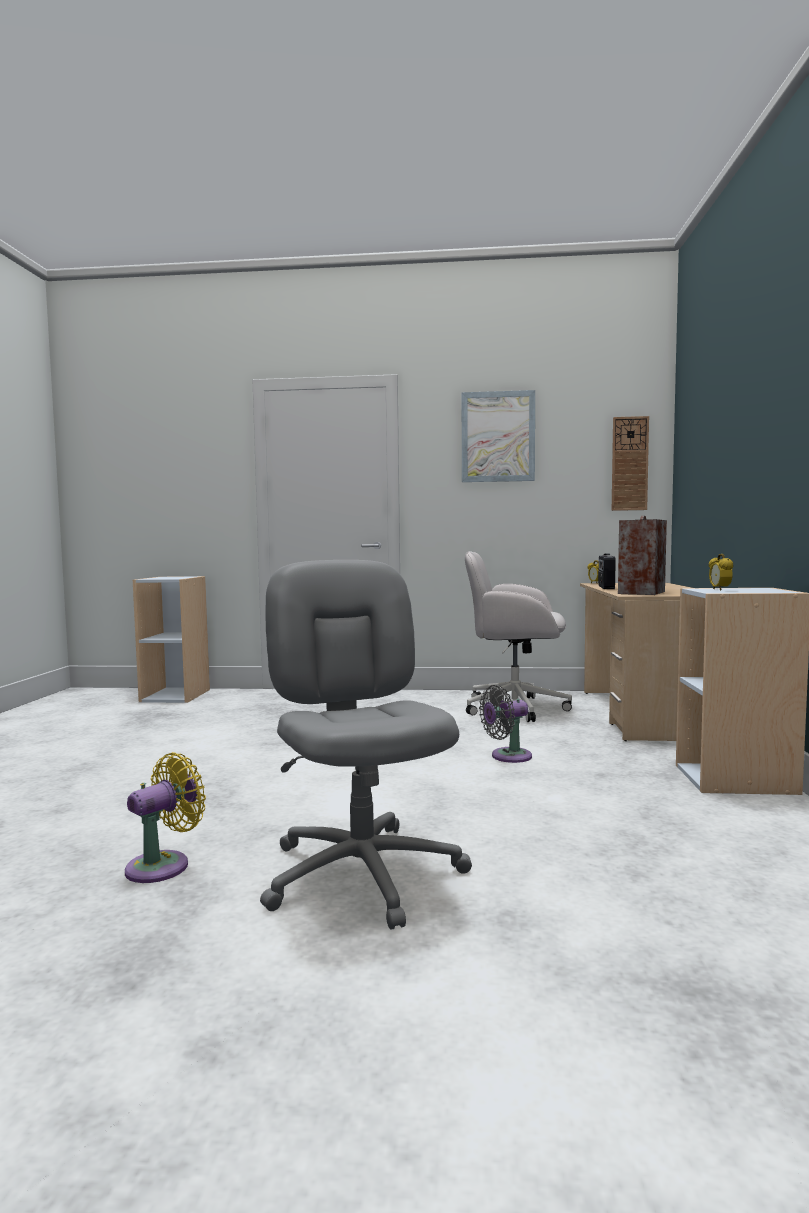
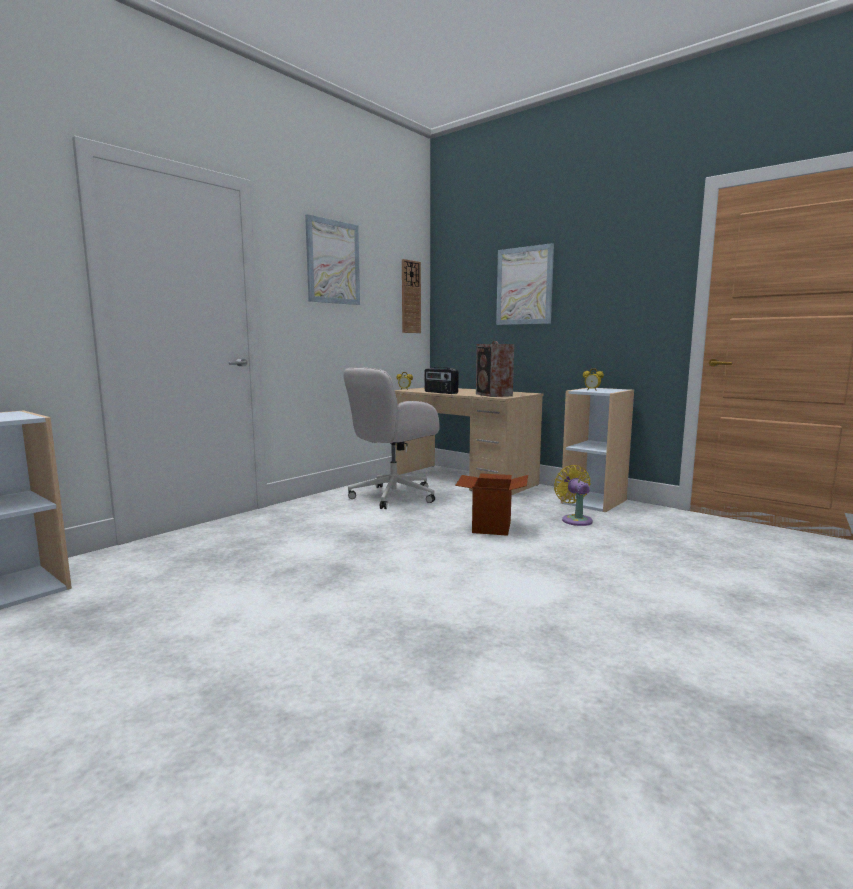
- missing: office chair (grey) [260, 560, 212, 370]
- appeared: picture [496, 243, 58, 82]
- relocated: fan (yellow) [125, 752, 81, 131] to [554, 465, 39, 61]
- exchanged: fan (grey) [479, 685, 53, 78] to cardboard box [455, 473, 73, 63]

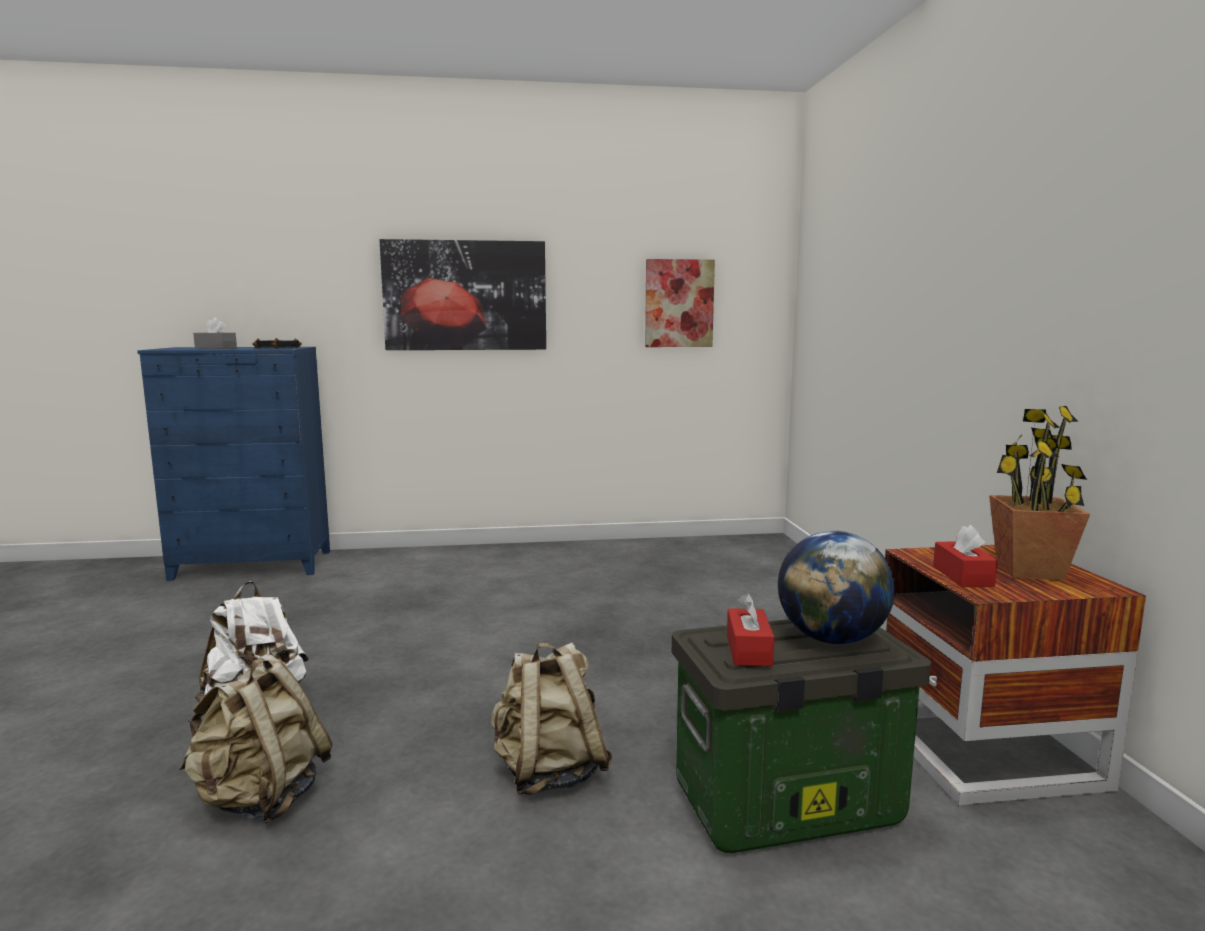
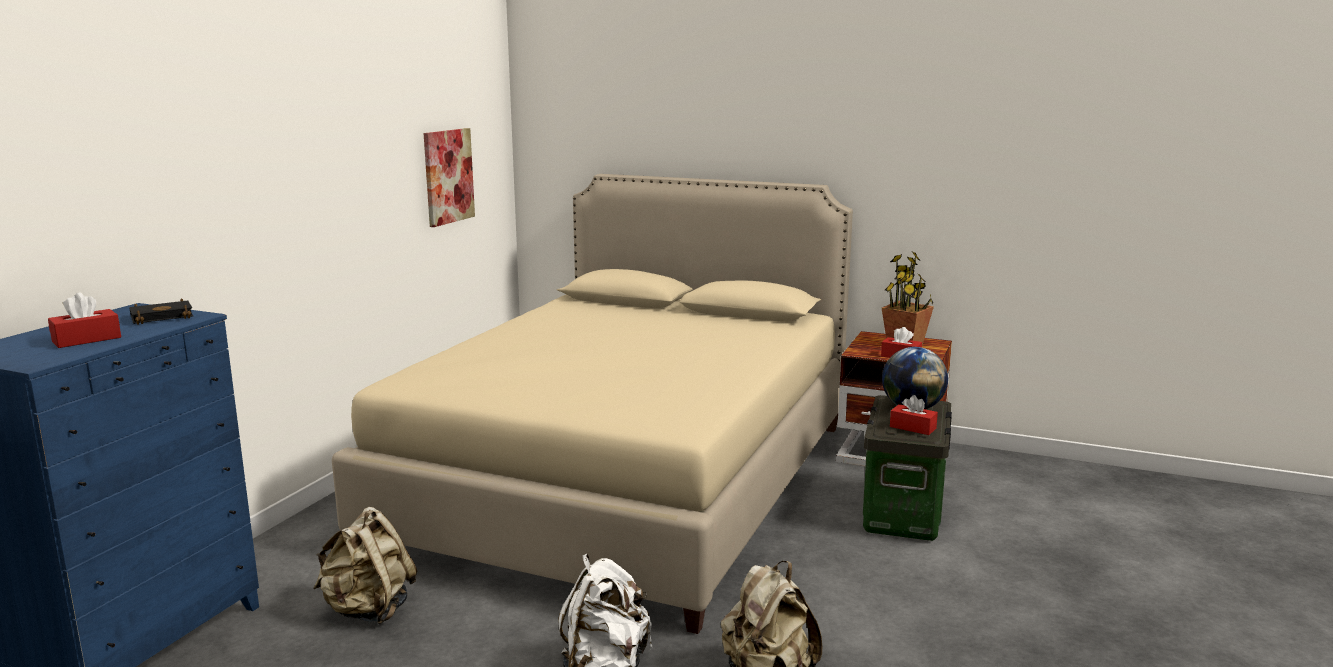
- missing: picture [380, 239, 166, 111]
- appeared: bed (beige) [332, 174, 521, 460]
- relocated: backpack (beige) [491, 643, 122, 152] to [313, 507, 104, 118]
- colour: tissue box (grey) [193, 317, 44, 32] to tissue box (red) [48, 293, 73, 55]

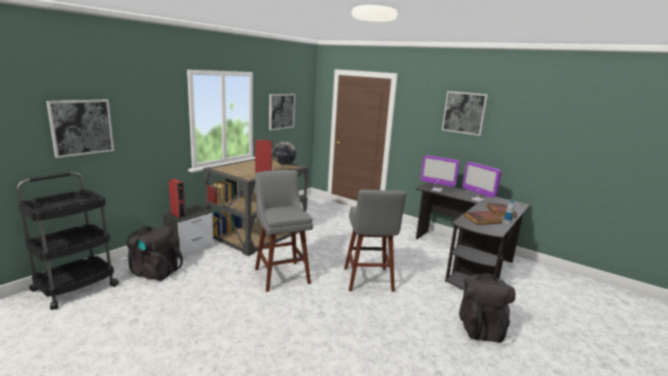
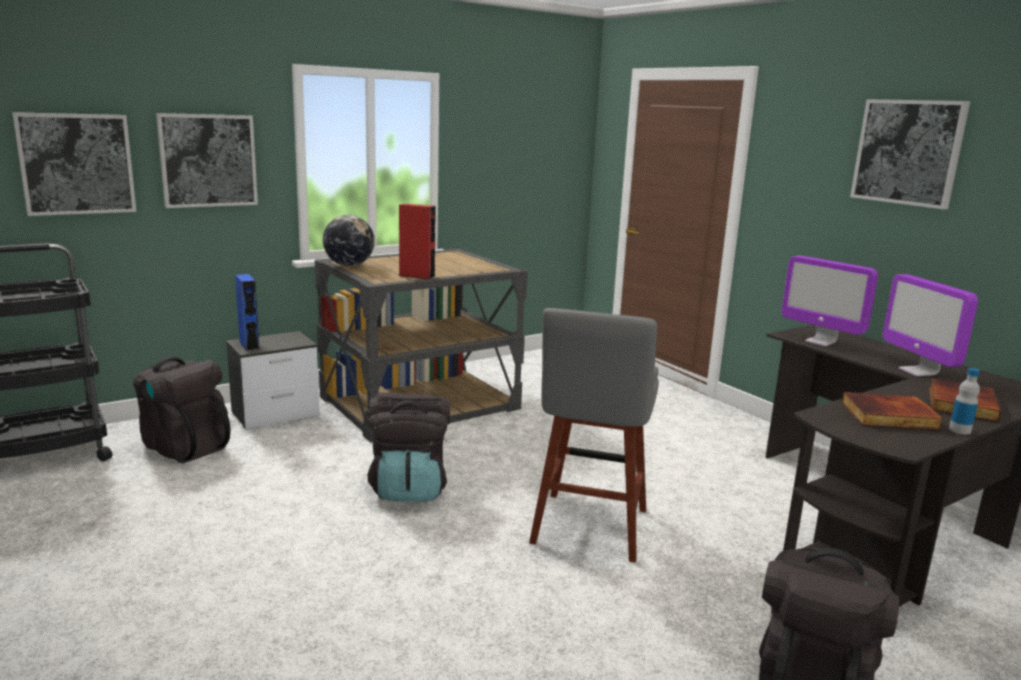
- relocated: picture [269, 94, 26, 36] to [156, 113, 102, 95]
- relocated: globe [273, 142, 23, 23] to [323, 215, 52, 51]
- exchanged: stool (grey) [255, 170, 58, 122] to backpack (black) [367, 393, 83, 109]
- colour: speaker (red) [169, 179, 16, 39] to speaker (blue) [235, 274, 24, 77]

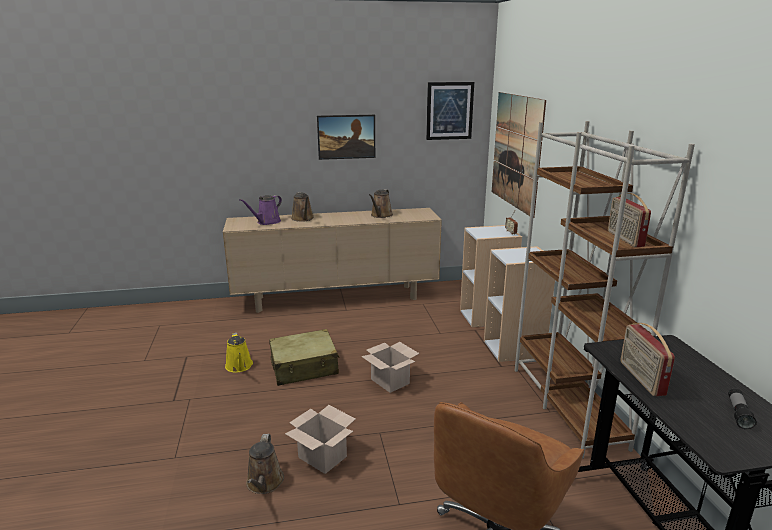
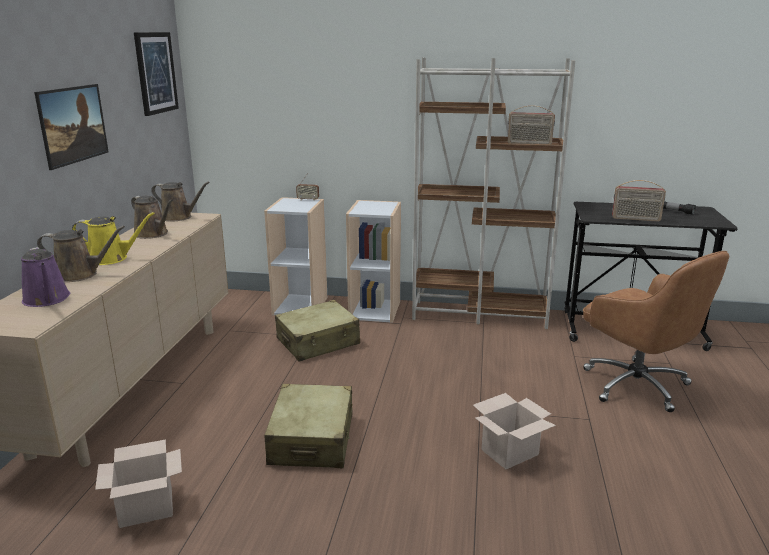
- missing: picture [492, 92, 54, 126]
- appeared: suitcase (beige) [275, 300, 85, 62]
- relocated: watering can (yellow) [225, 333, 28, 40] to [72, 212, 83, 53]
- relocated: watering can (brown) [246, 434, 38, 60] to [151, 182, 59, 39]
- relocated: cardboard box [361, 342, 58, 51] to [95, 439, 87, 89]

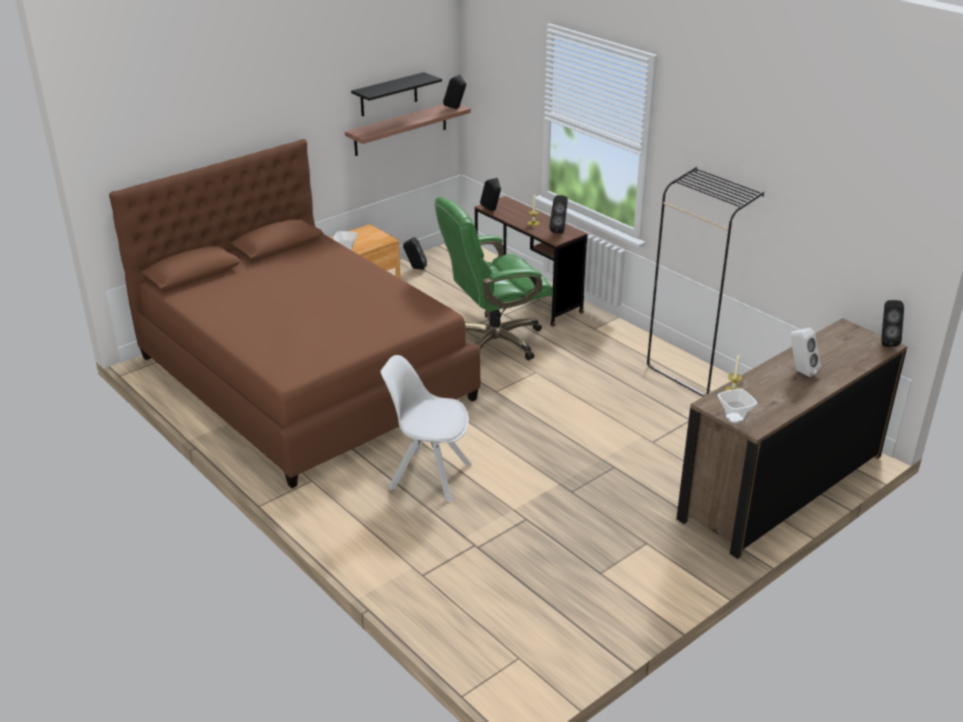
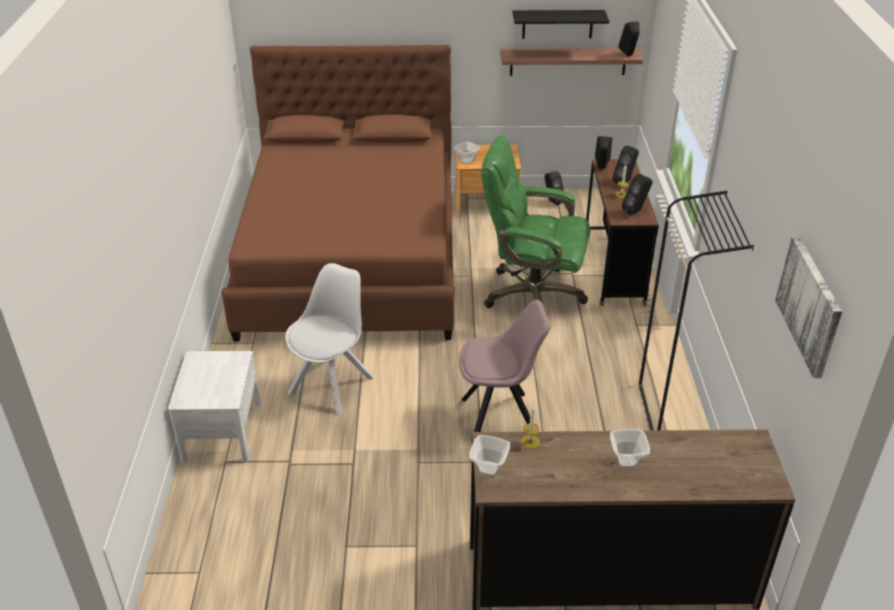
- appeared: nightstand (white) [168, 350, 93, 113]
- appeared: chair (pink) [459, 300, 92, 141]
- appeared: picture [775, 237, 67, 141]
- relocated: speaker (black) [882, 300, 22, 47] to [612, 146, 27, 38]
- exchanged: speaker (white) [790, 328, 31, 49] to bowl [610, 429, 40, 39]
- spun: chair (white) [381, 355, 91, 147] = [285, 263, 88, 152] 60 degrees clockwise

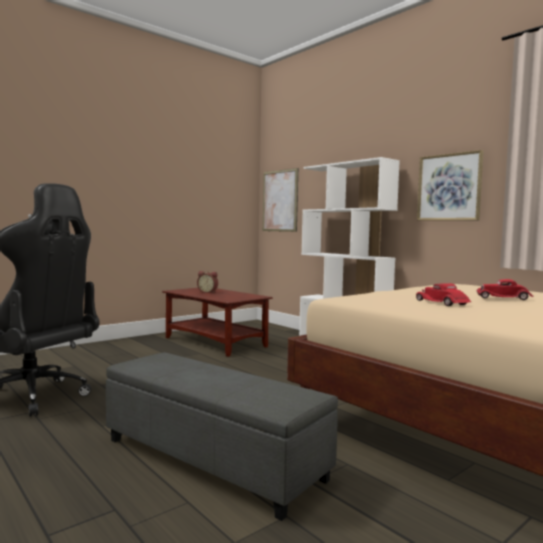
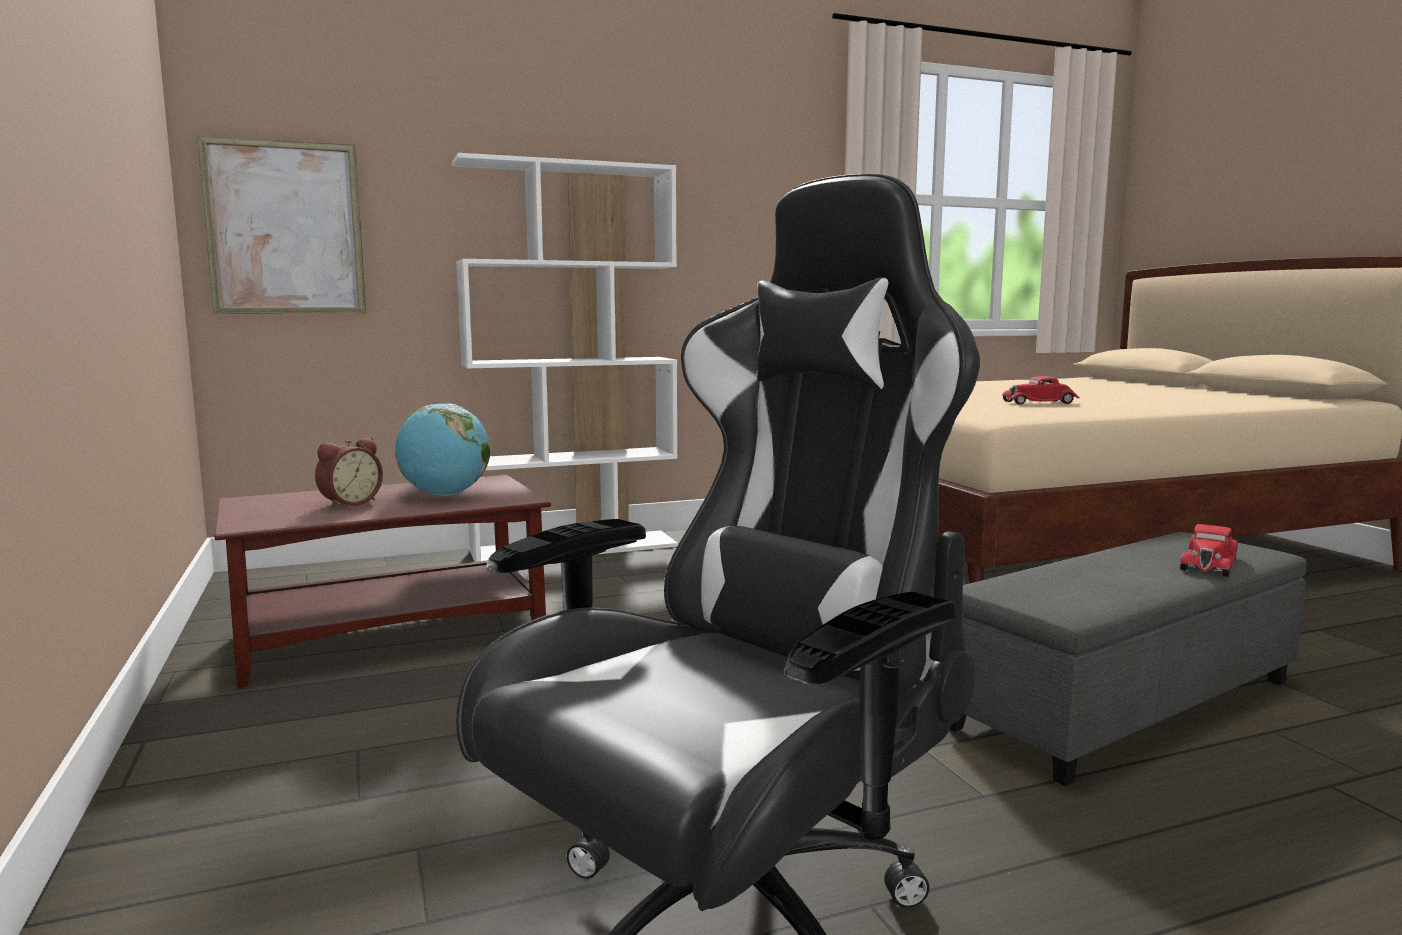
- missing: picture [417, 150, 67, 71]
- appeared: globe [395, 403, 95, 93]
- relocated: toy car (red) [476, 279, 58, 21] to [1180, 524, 58, 53]

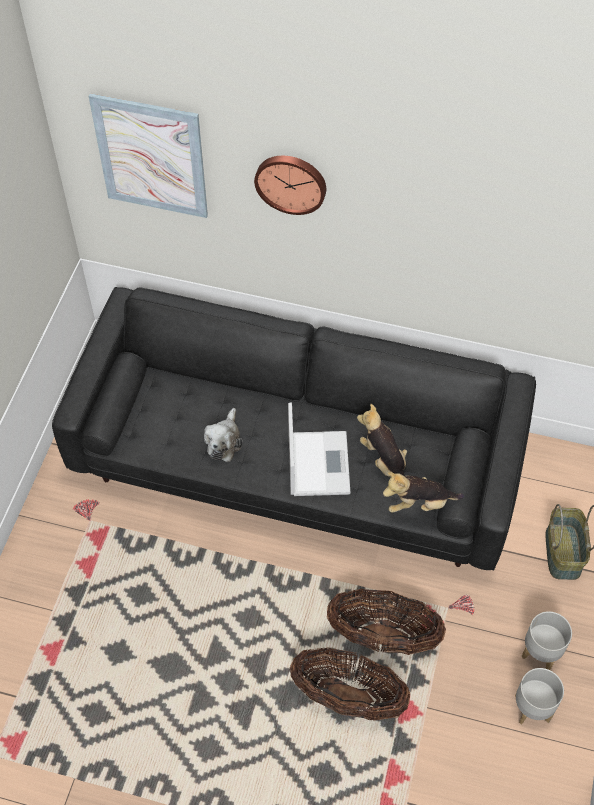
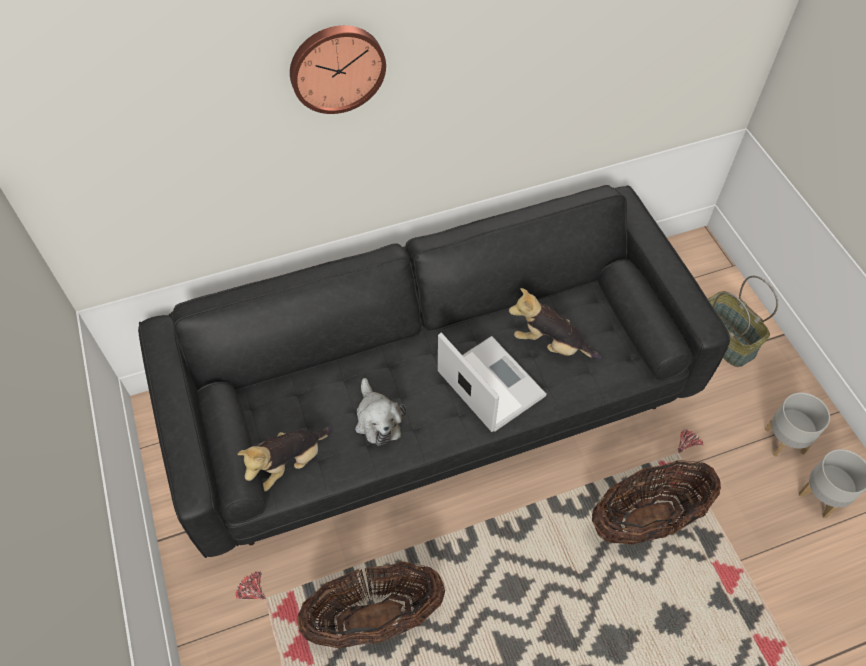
- missing: picture [89, 93, 119, 125]
- relocated: basket [290, 647, 120, 74] to [297, 561, 148, 88]
- relocated: plush toy [383, 472, 81, 41] to [238, 426, 94, 66]

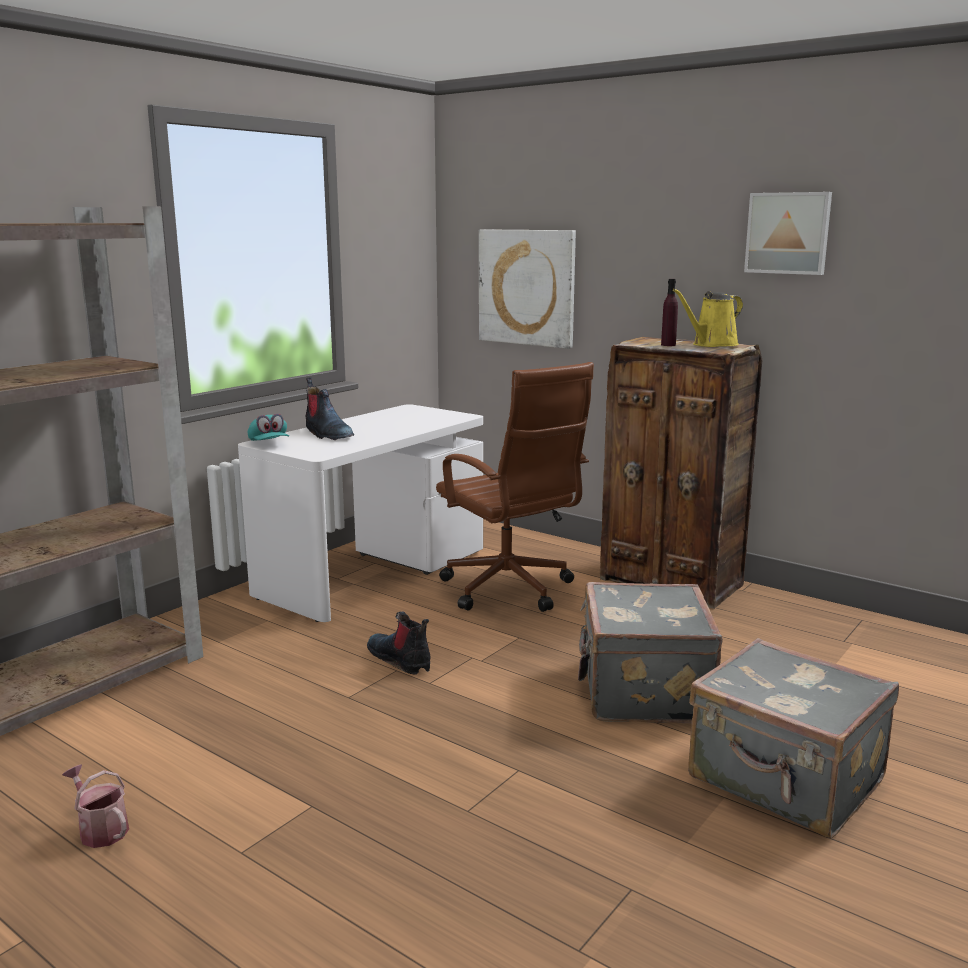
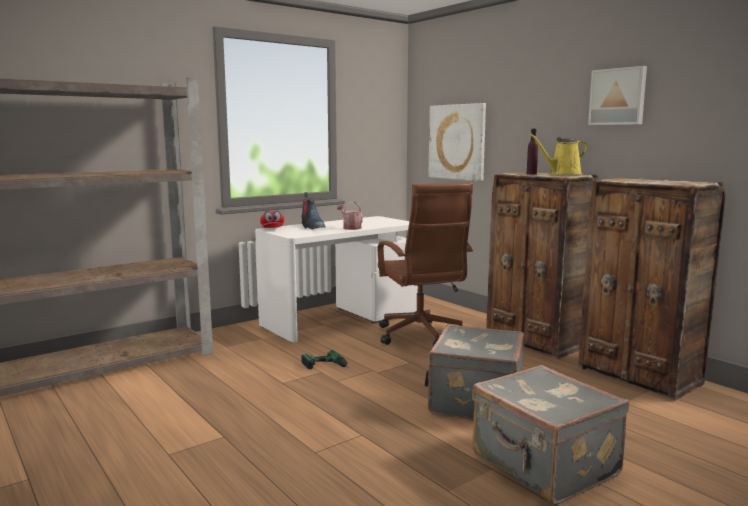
- appeared: cabinet (brown) [578, 178, 148, 223]
- relocated: watering can [62, 764, 67, 84] to [337, 202, 26, 28]
- exchanged: boot [367, 612, 63, 63] to power drill [301, 350, 46, 19]
- colour: cap (turquoise) [248, 414, 41, 27] to cap (red) [260, 211, 24, 17]

